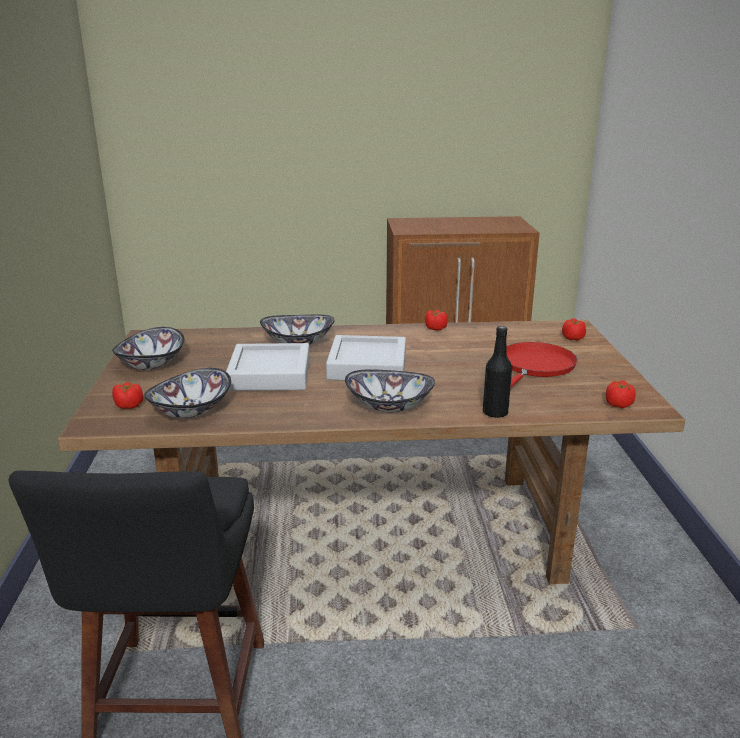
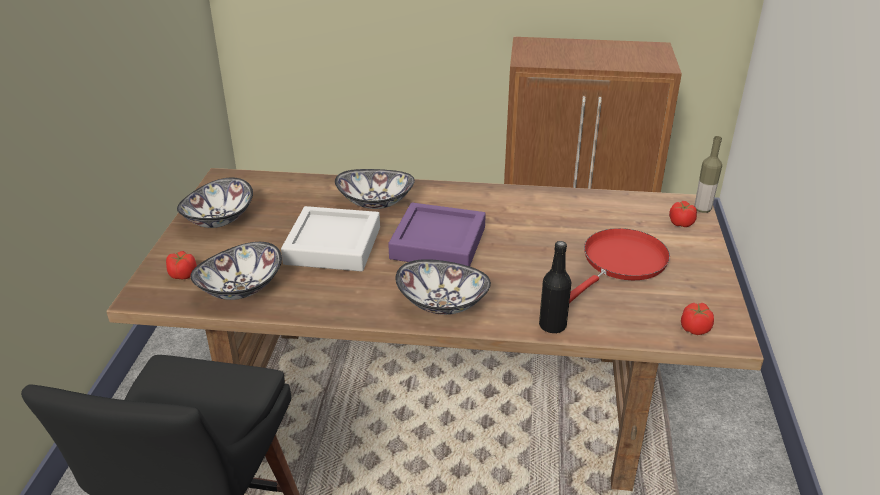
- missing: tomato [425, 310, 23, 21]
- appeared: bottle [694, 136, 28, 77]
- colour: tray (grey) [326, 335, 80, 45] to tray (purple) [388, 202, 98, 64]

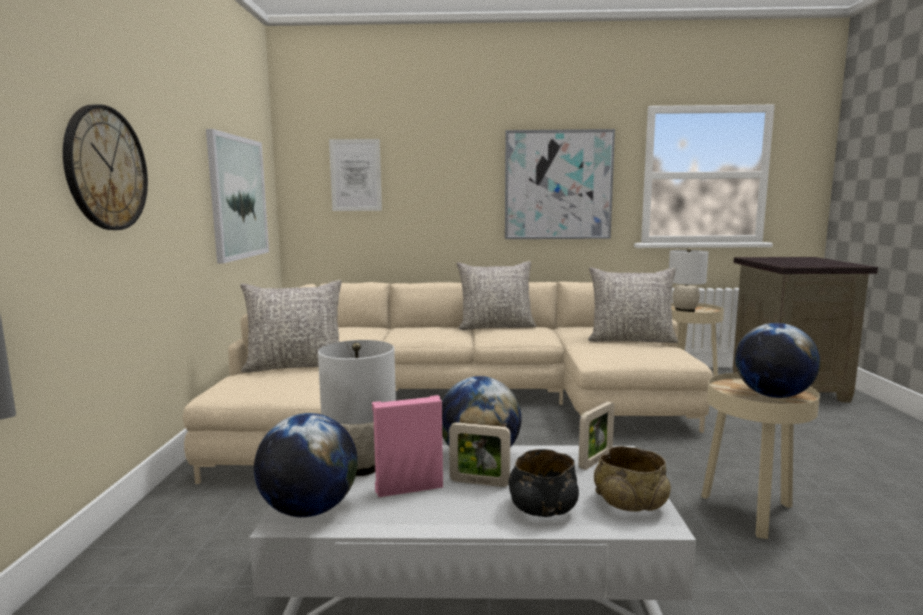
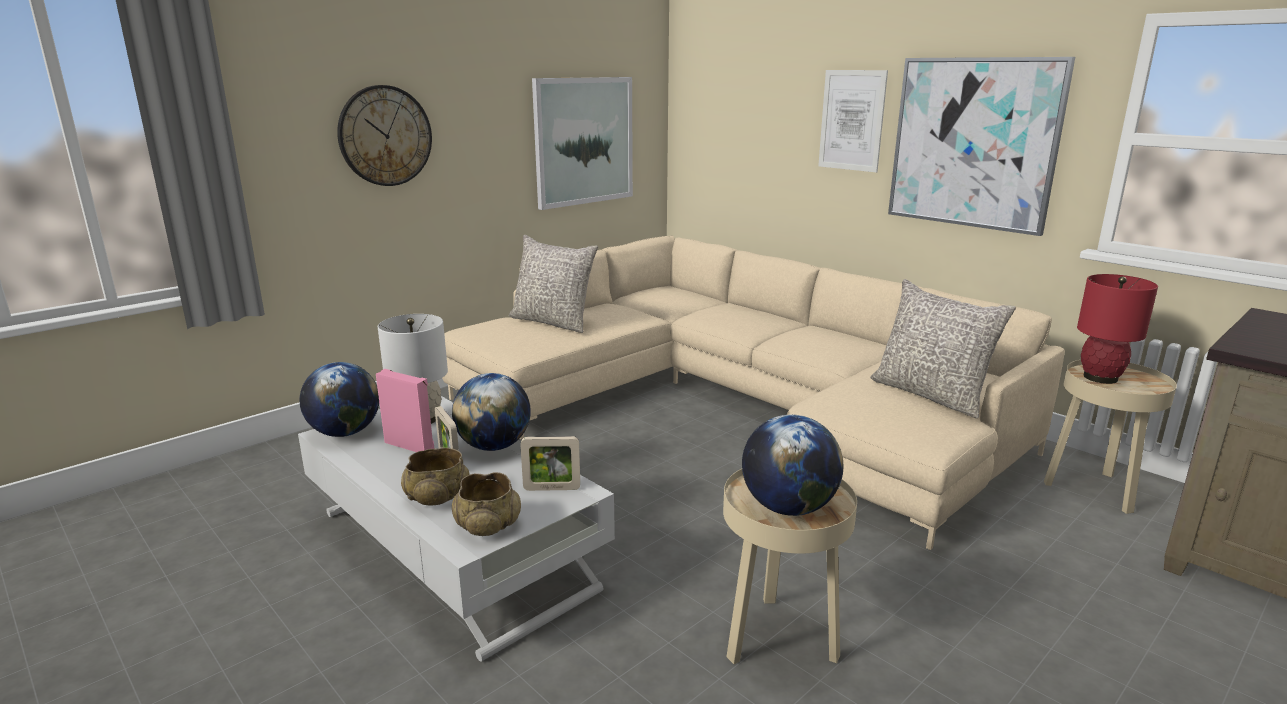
- missing: pillow (grey) [456, 261, 80, 69]
- relocated: picture [329, 139, 53, 72] to [818, 70, 70, 102]
- colour: bowl (black) [508, 449, 71, 68] to bowl (beige) [401, 448, 69, 57]
- colour: table lamp (white) [669, 248, 39, 64] to table lamp (red) [1077, 274, 81, 110]

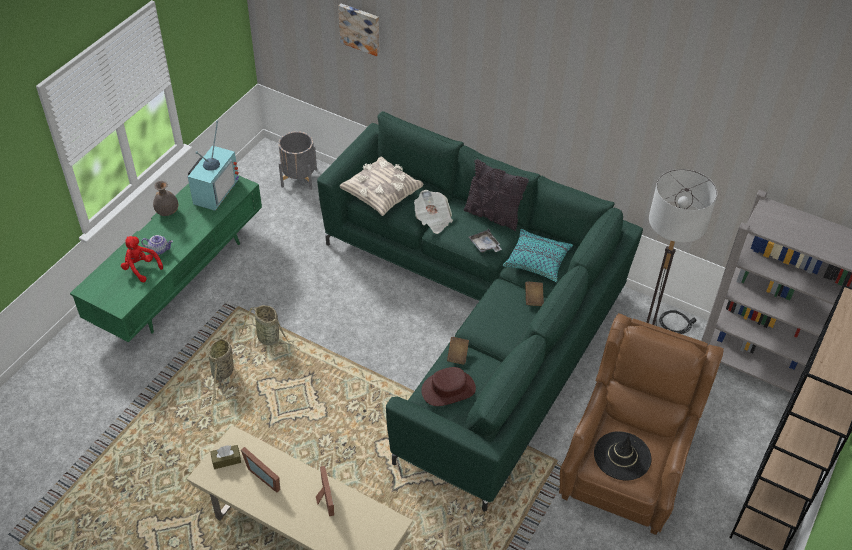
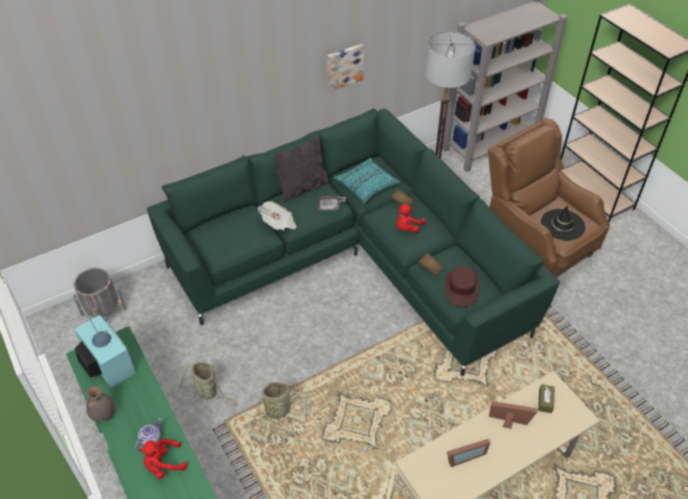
- missing: pillow (beige) [340, 157, 84, 59]
- appeared: plush toy (red) [397, 204, 29, 29]
- relocated: basket [208, 335, 26, 65] to [179, 362, 58, 43]
- relocated: tissue box (brown) [210, 445, 31, 24] to [538, 384, 17, 29]
- relocated: picture [338, 4, 41, 52] to [327, 44, 37, 47]

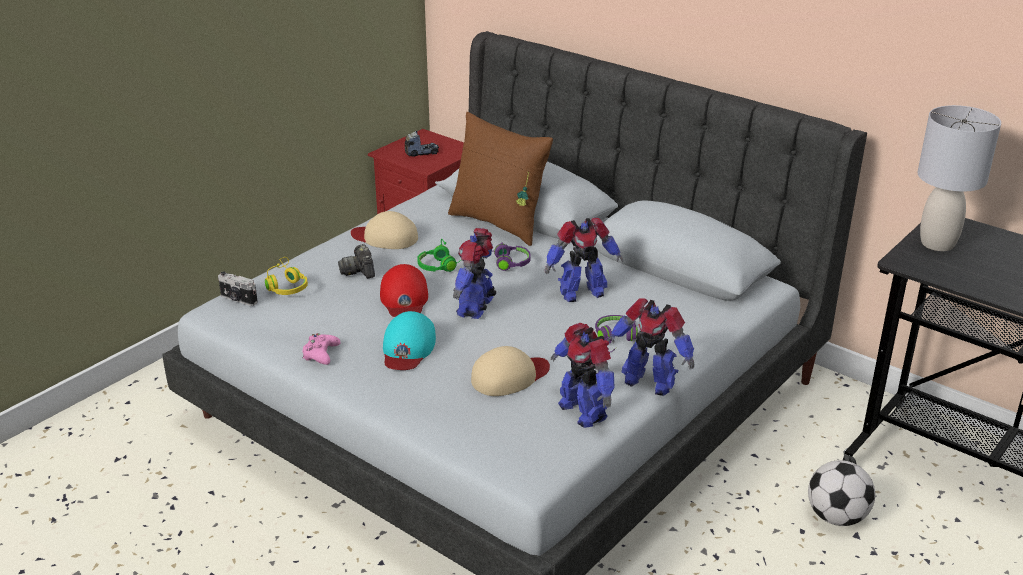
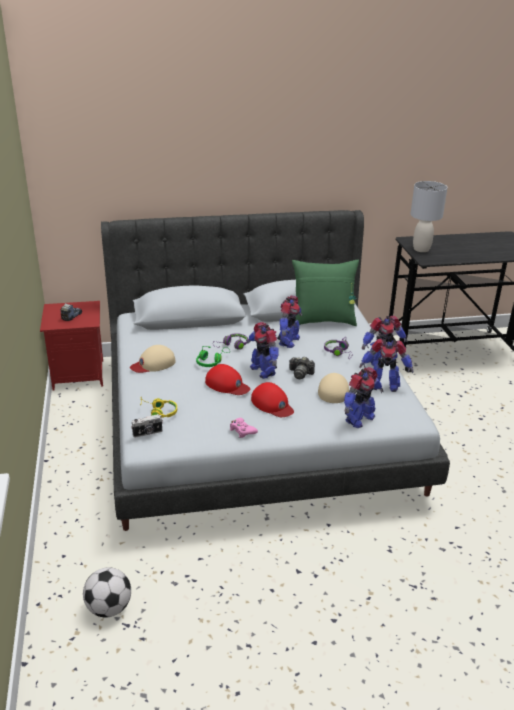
- missing: pillow (brown) [448, 112, 105, 134]
- appeared: pillow (green) [292, 260, 67, 66]
- appeared: toy robot [344, 367, 39, 61]
- relocated: photo camera [338, 244, 37, 35] to [289, 356, 26, 23]
- relocated: football [808, 460, 67, 66] to [83, 567, 48, 50]
- colour: cap (turquoise) [383, 311, 53, 59] to cap (red) [251, 382, 43, 35]

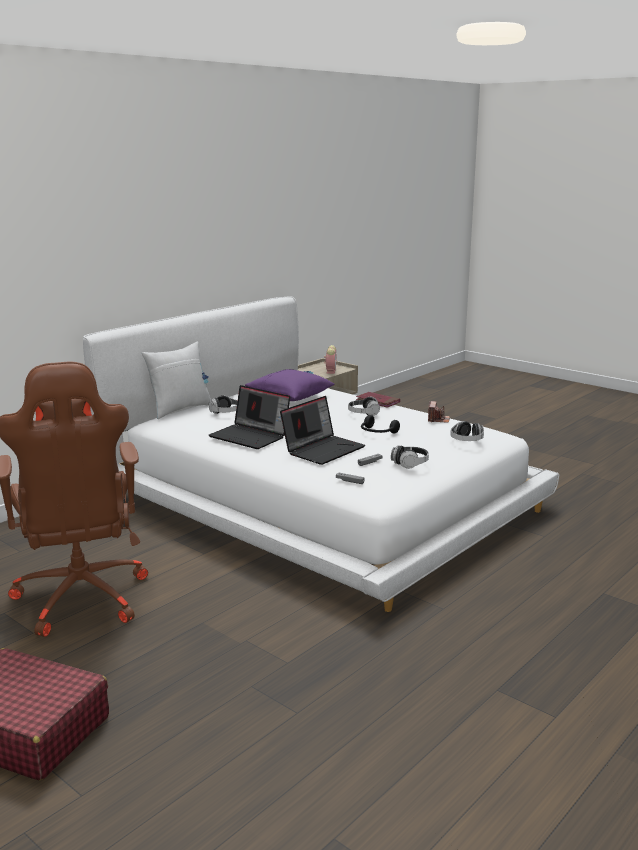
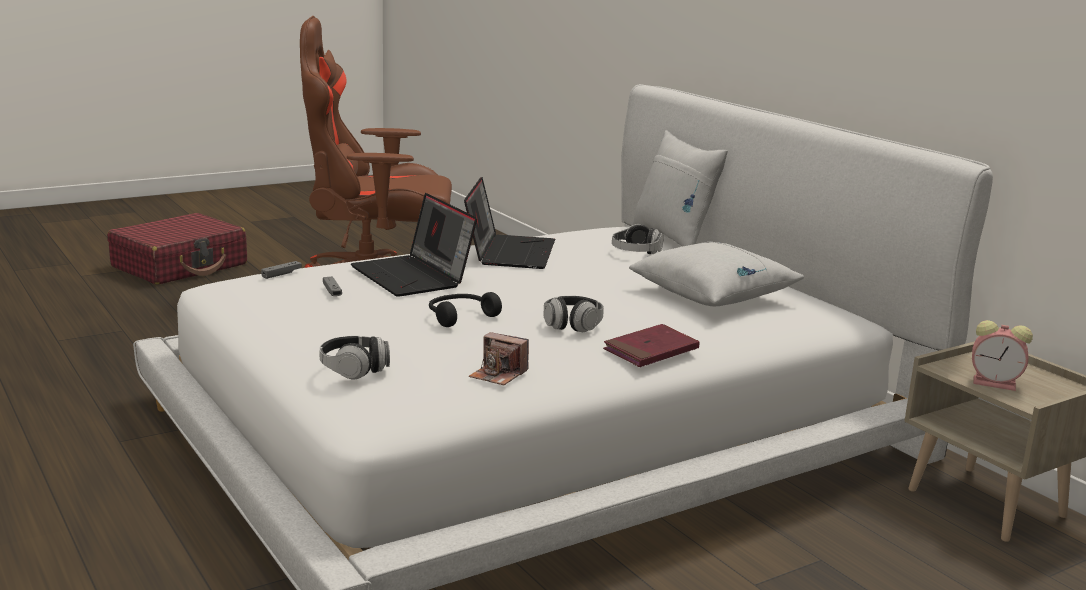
- missing: headphones [391, 446, 38, 23]
- colour: pillow (purple) [245, 369, 89, 32] to pillow (grey) [629, 242, 175, 64]
- spun: laptop [209, 385, 81, 64] = [464, 177, 91, 92] 135 degrees clockwise

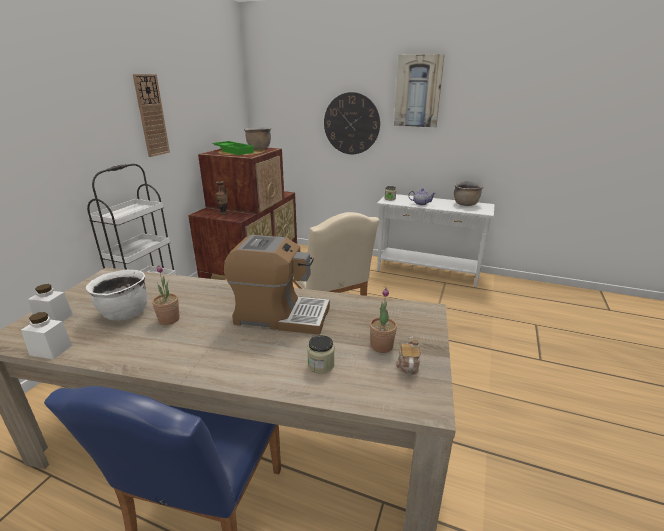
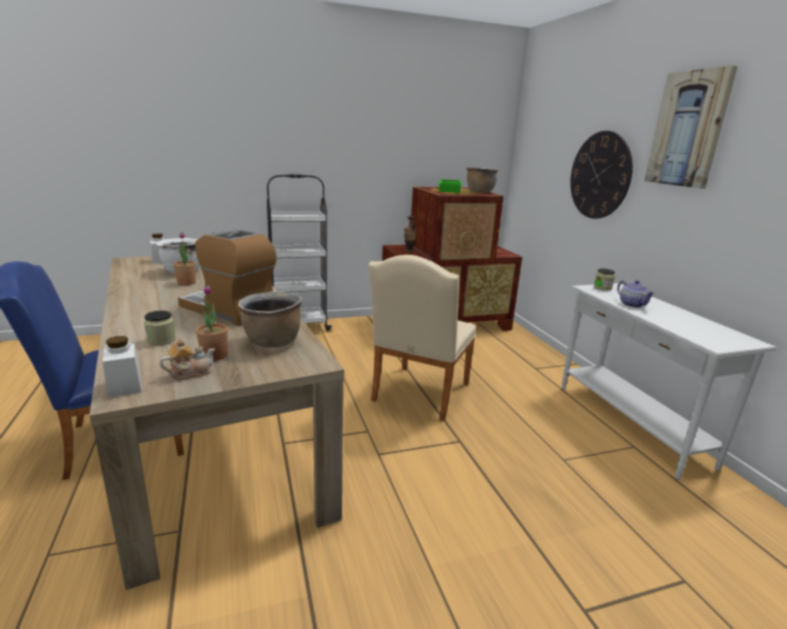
- missing: wall clock [133, 74, 37, 83]
- relocated: jar (white) [21, 312, 51, 47] to [103, 336, 38, 62]
- relocated: cooking pot (brown) [454, 181, 30, 25] to [238, 292, 64, 56]
- spun: coffee machine [224, 235, 106, 100] = [178, 229, 98, 97] 150 degrees clockwise

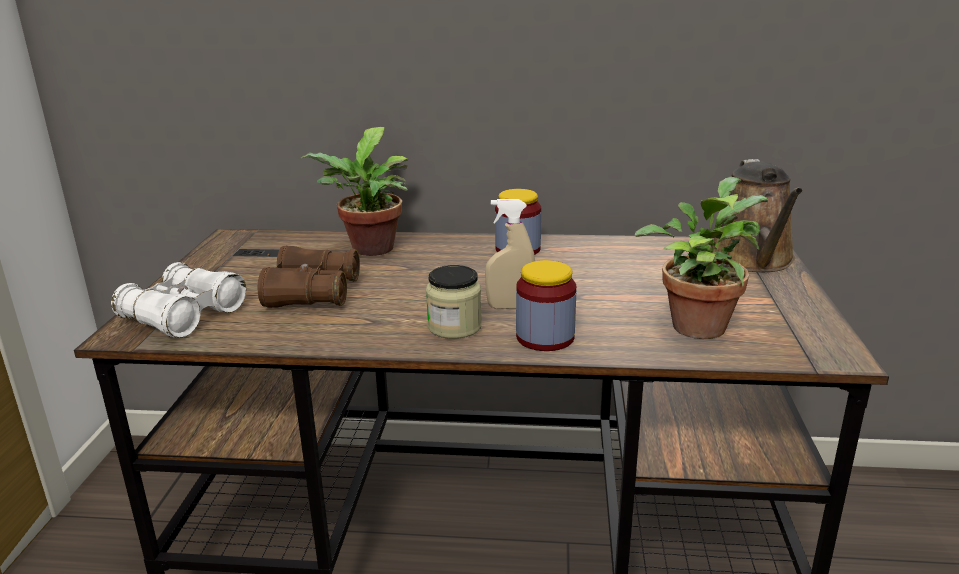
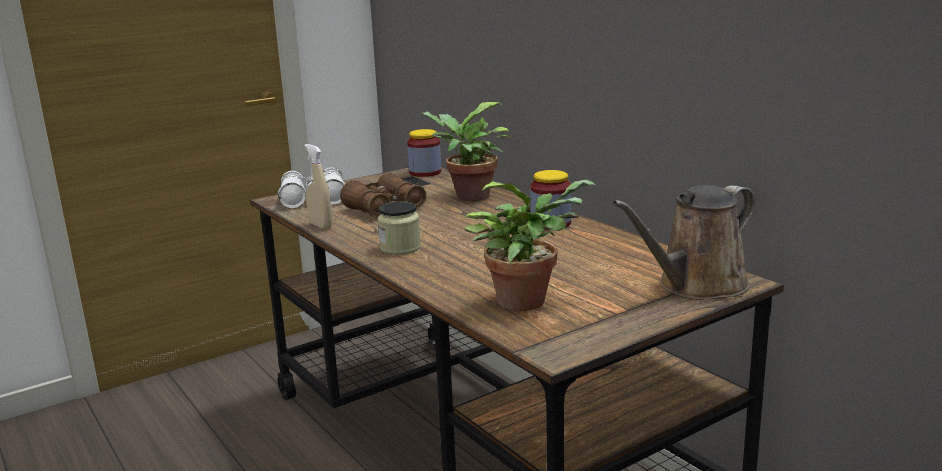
- relocated: spray bottle (beige) [485, 199, 50, 110] to [304, 144, 29, 85]
- relocated: jar [516, 260, 60, 91] to [407, 129, 34, 48]

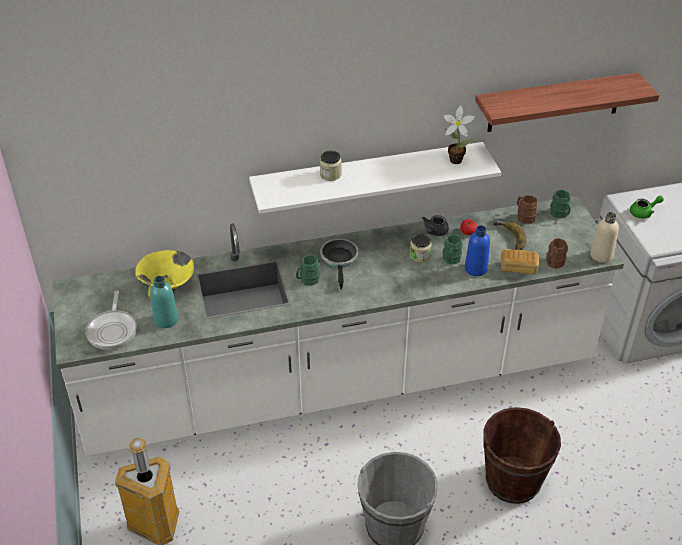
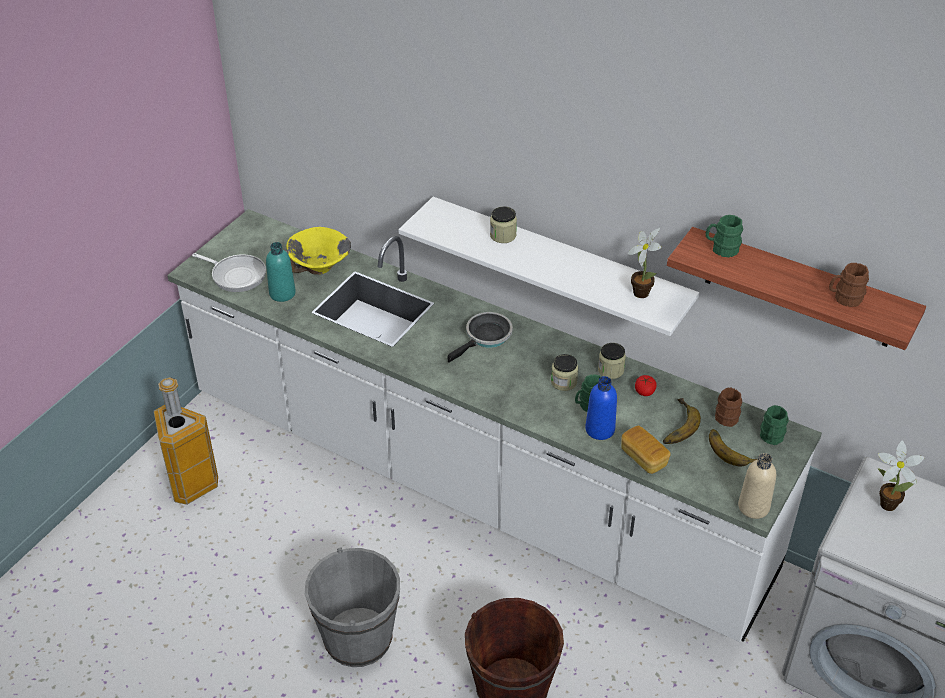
- appeared: banana [709, 429, 49, 37]
- relocated: mug (green) [296, 255, 24, 30] to [706, 215, 37, 43]
- relocated: mug (brown) [546, 238, 22, 31] to [829, 263, 40, 44]
- exchanged: teapot (grey) [422, 215, 27, 21] to jar [598, 343, 28, 36]
- exchanged: teapot (green) [630, 196, 34, 22] to potted plant [878, 441, 47, 70]
- spun: frying pan [85, 290, 52, 60] = [192, 253, 74, 39] 105 degrees counterclockwise

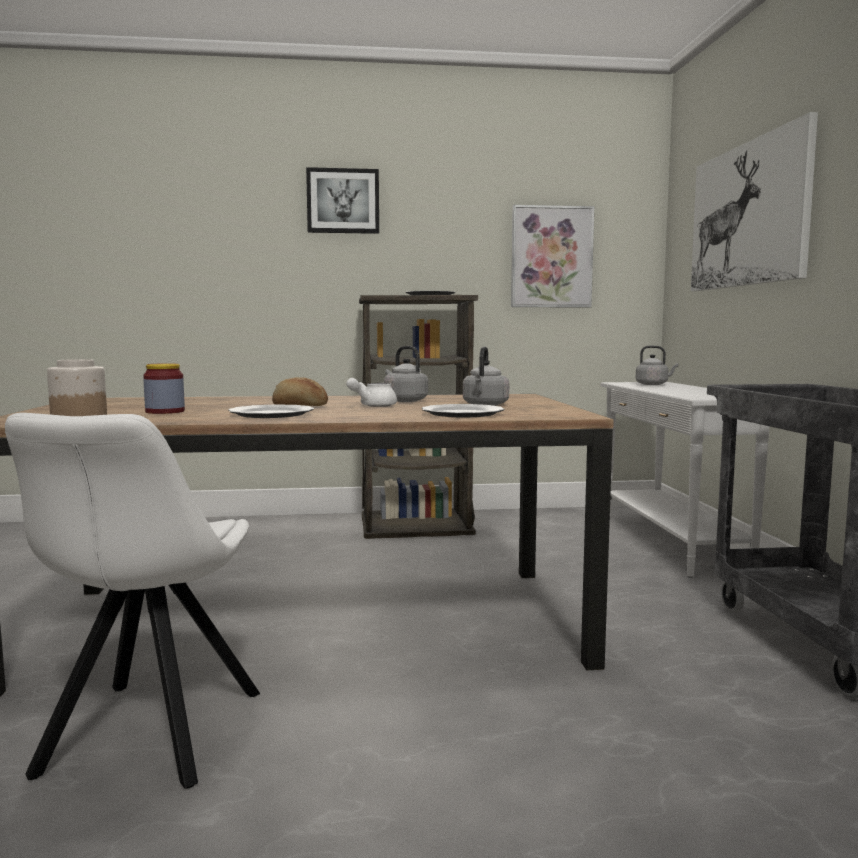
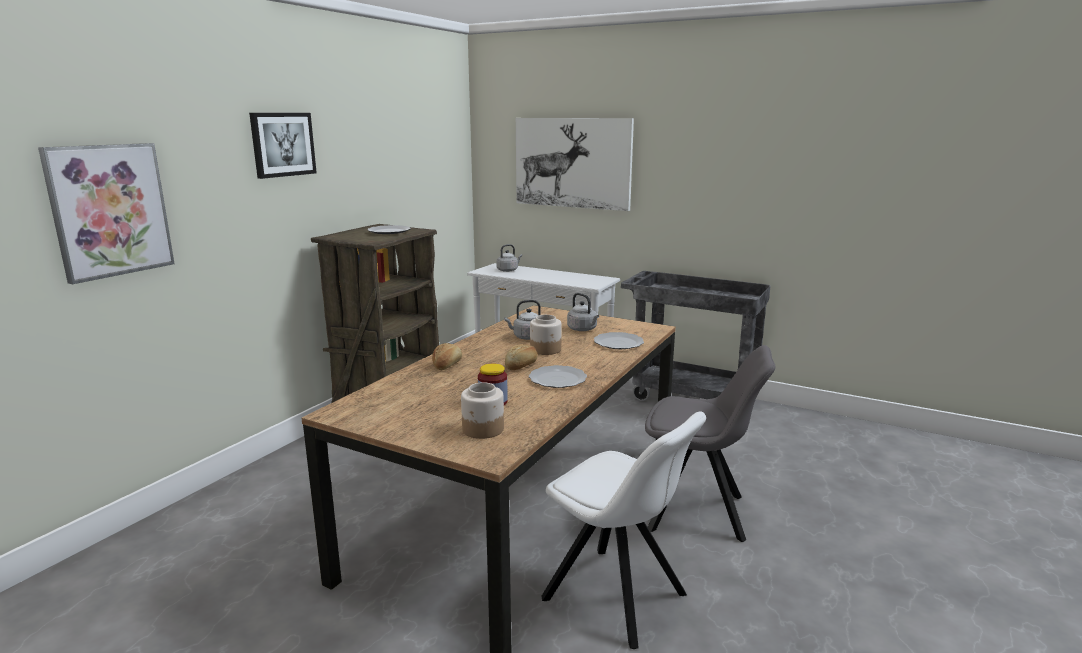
- appeared: bread [432, 343, 30, 27]
- appeared: chair (grey) [645, 345, 130, 197]
- relocated: picture [511, 205, 83, 103] to [38, 143, 137, 141]
- exchanged: teapot (white) [346, 378, 51, 29] to jar [530, 315, 32, 40]

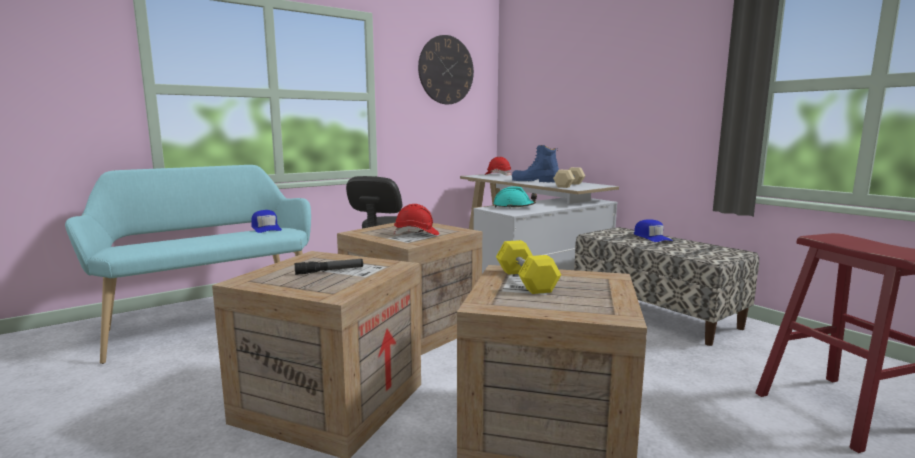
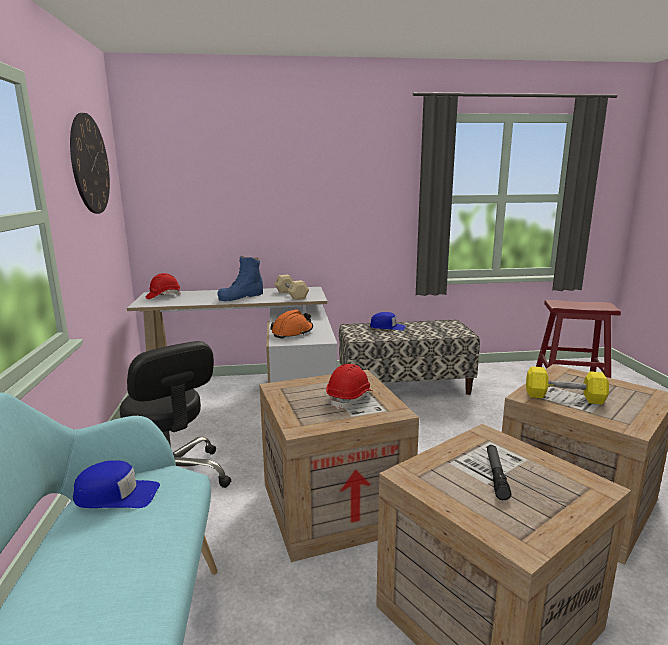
- colour: hard hat (turquoise) [493, 186, 44, 22] to hard hat (orange) [270, 310, 43, 29]

